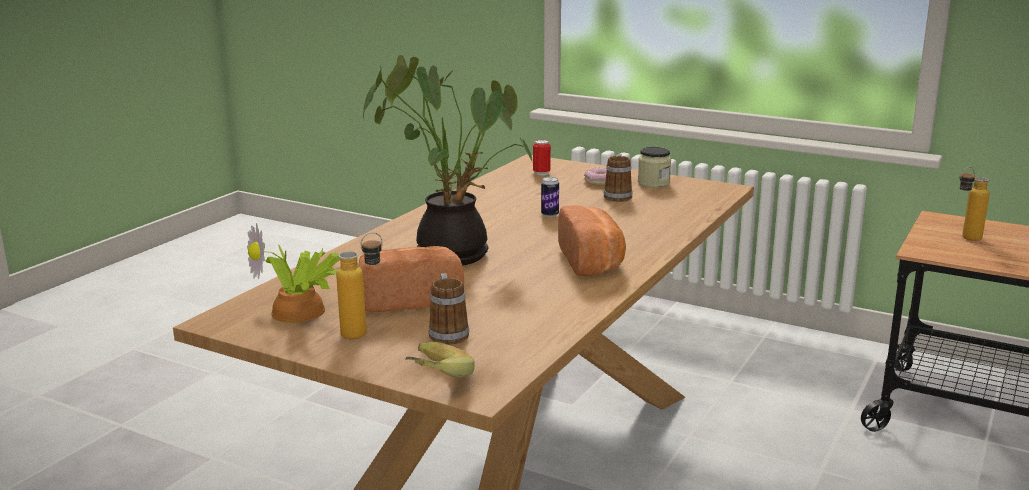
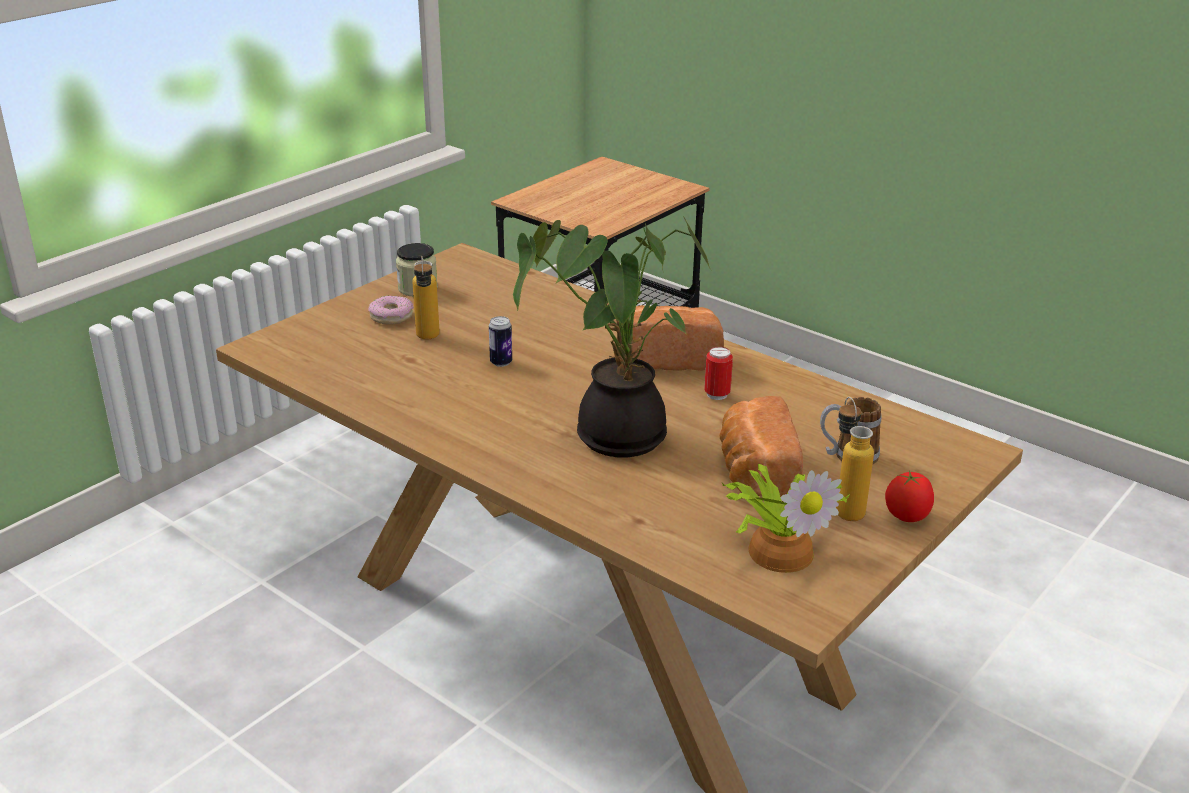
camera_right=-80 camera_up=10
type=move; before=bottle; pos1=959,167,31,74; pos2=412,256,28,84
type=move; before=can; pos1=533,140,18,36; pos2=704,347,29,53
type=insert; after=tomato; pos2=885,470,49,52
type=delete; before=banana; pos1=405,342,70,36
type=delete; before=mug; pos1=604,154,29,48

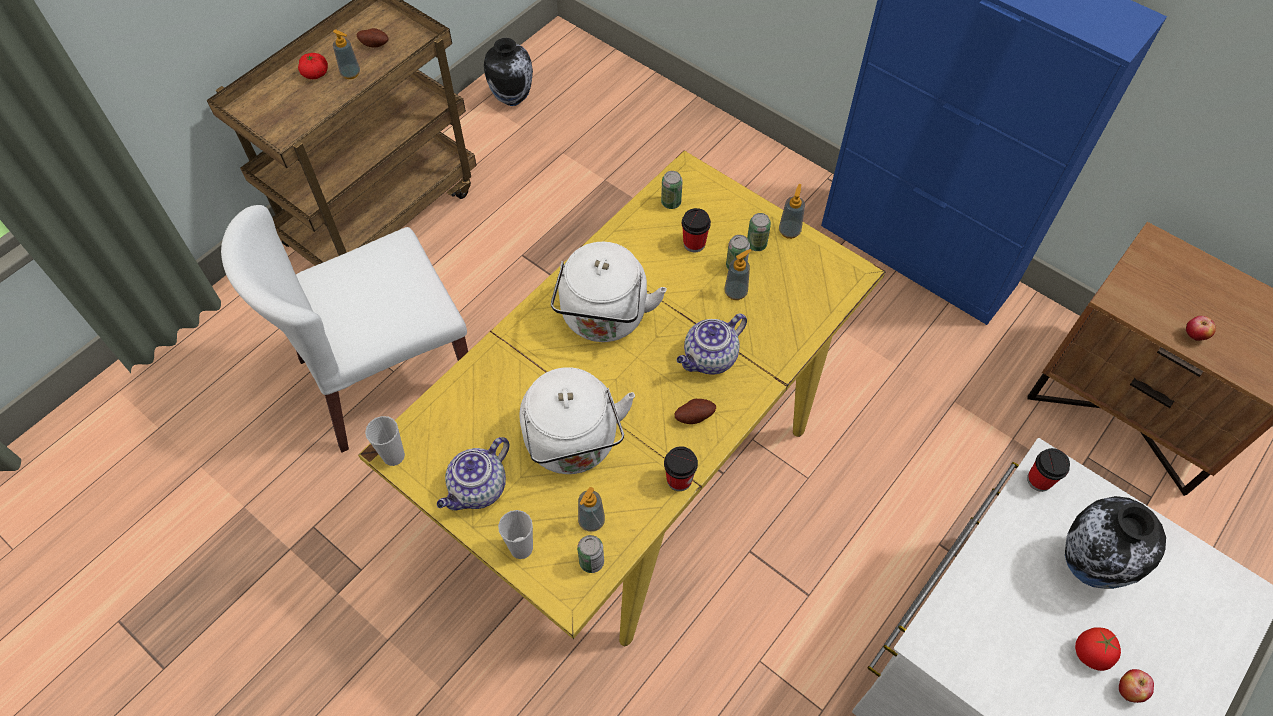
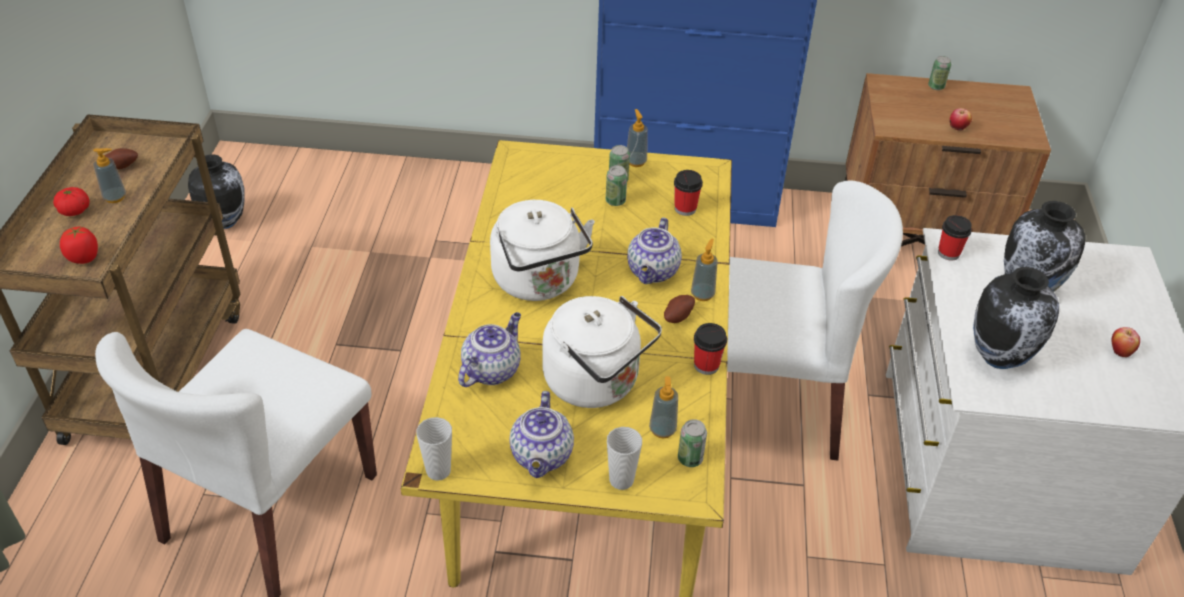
camera_right=-35 camera_up=-15
type=move; before=tomato; pos1=1075,627,46,44; pos2=60,226,38,38
type=insert; after=teapot; pos2=458,312,63,75
type=move; before=cup; pos1=682,208,29,44; pos2=674,170,29,46
type=move; before=soap dispenser; pos1=724,249,28,51; pos2=691,238,27,63
type=insert; after=white chair; pos2=727,180,176,280
type=move; before=can; pos1=661,171,22,38; pos2=928,56,23,34
type=insert; after=vase; pos2=973,267,86,102

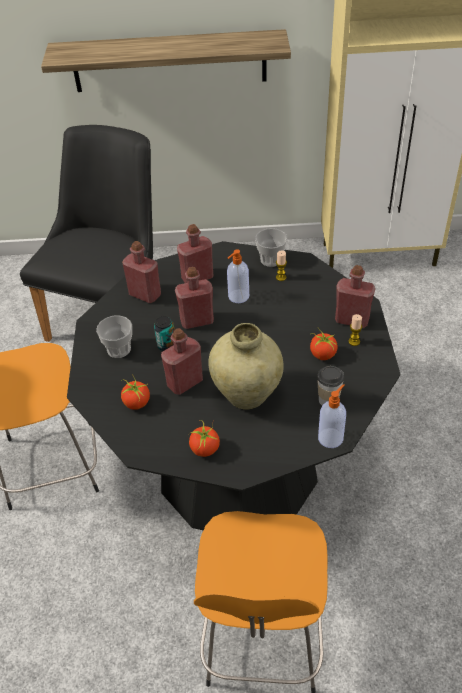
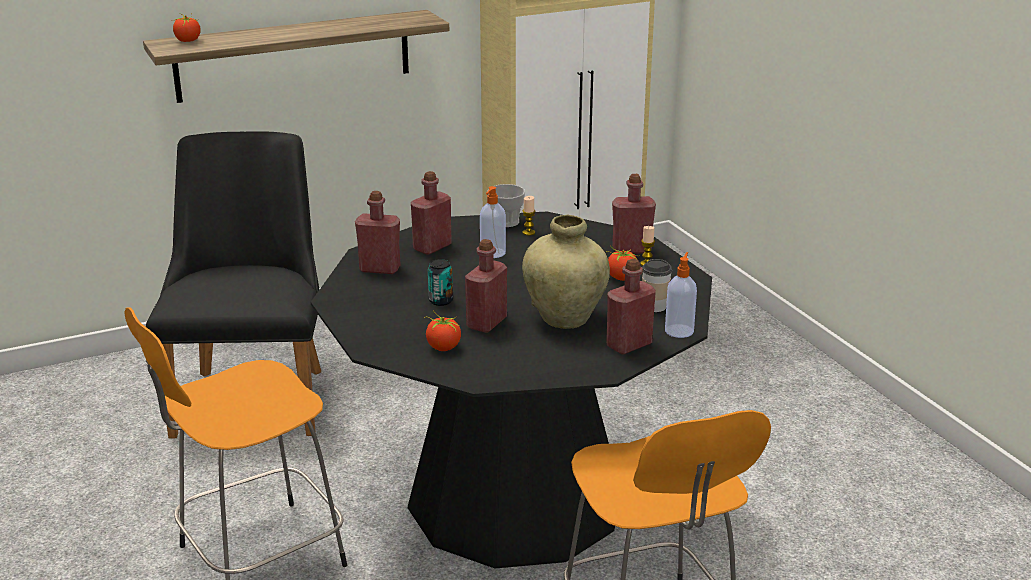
camera_right=-25 camera_up=-20
type=move; before=tomato; pos1=189,420,31,37; pos2=173,12,28,30
type=move; before=red bottle; pos1=175,267,39,62; pos2=606,259,50,96
type=delete; before=cup; pos1=96,315,36,43

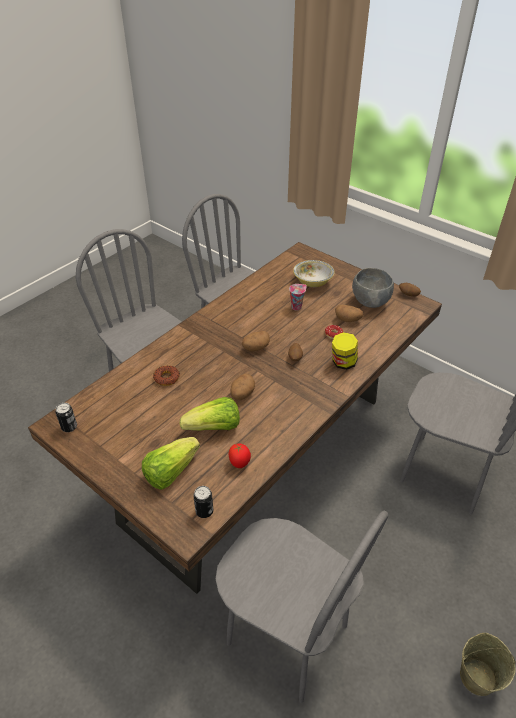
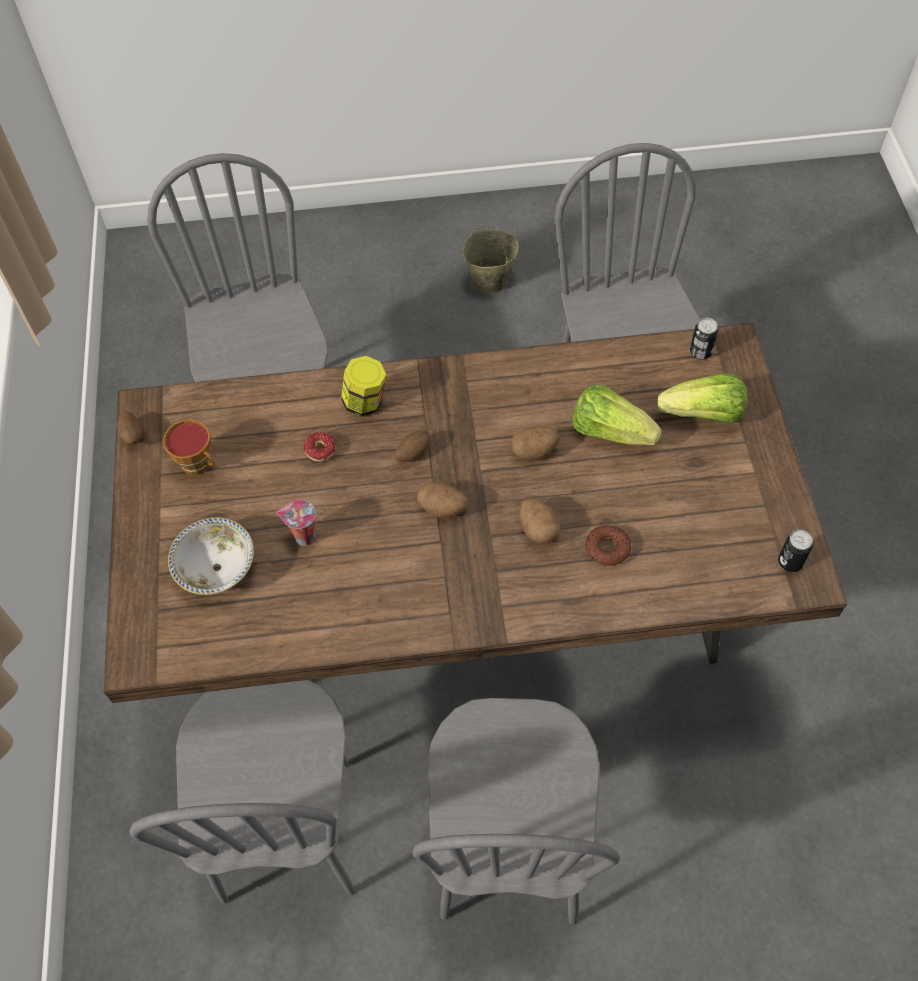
camera_right=-135 camera_up=15
type=replace; before=grey bowl; after=cup; pos1=352,268,42,40; pos2=163,419,51,56
type=move; before=potato; pos1=335,305,28,17; pos2=519,498,42,46
type=delete; before=tomato; pos1=228,444,23,24

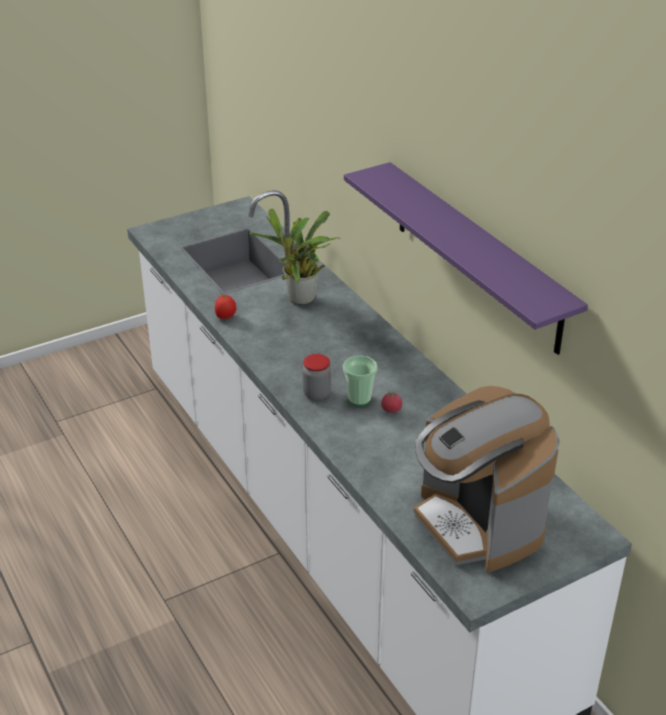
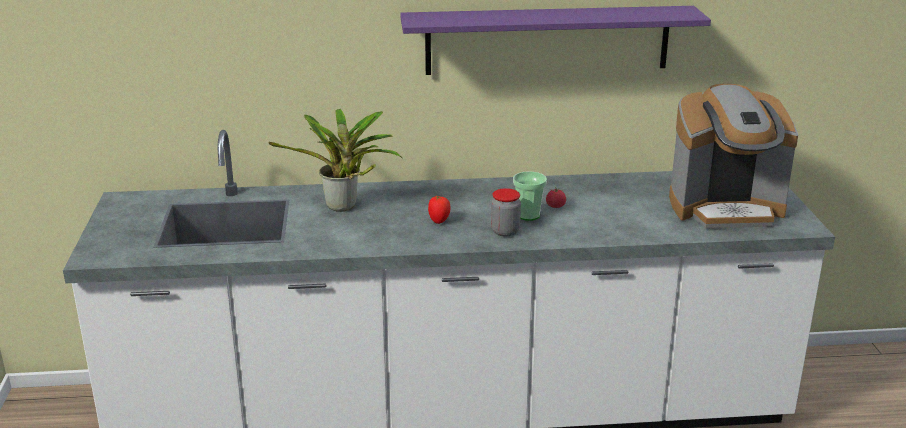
camera_right=-65 camera_up=-10
type=move; before=tomato; pos1=215,295,21,24; pos2=428,196,23,28

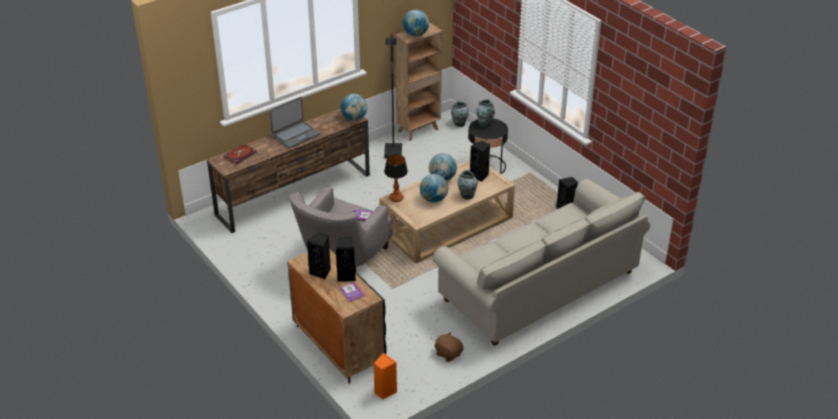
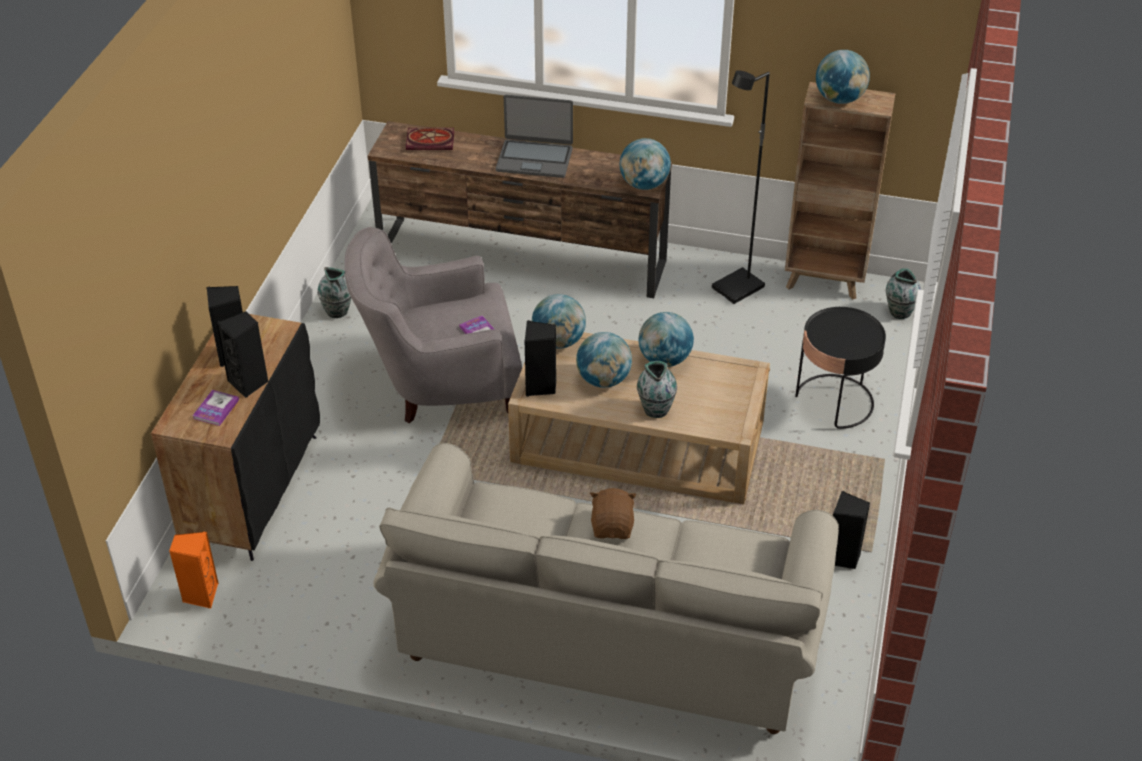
camera_right=50 camera_up=5
type=move; before=vase; pos1=476,99,19,28; pos2=317,267,34,51
type=move; before=black speaker; pos1=470,141,20,41; pos2=525,320,31,77
type=replace; before=table lamp; after=globe; pos1=384,154,24,48; pos2=532,294,54,55
type=move; before=brown plush toy; pos1=435,332,28,30; pos2=590,488,47,51

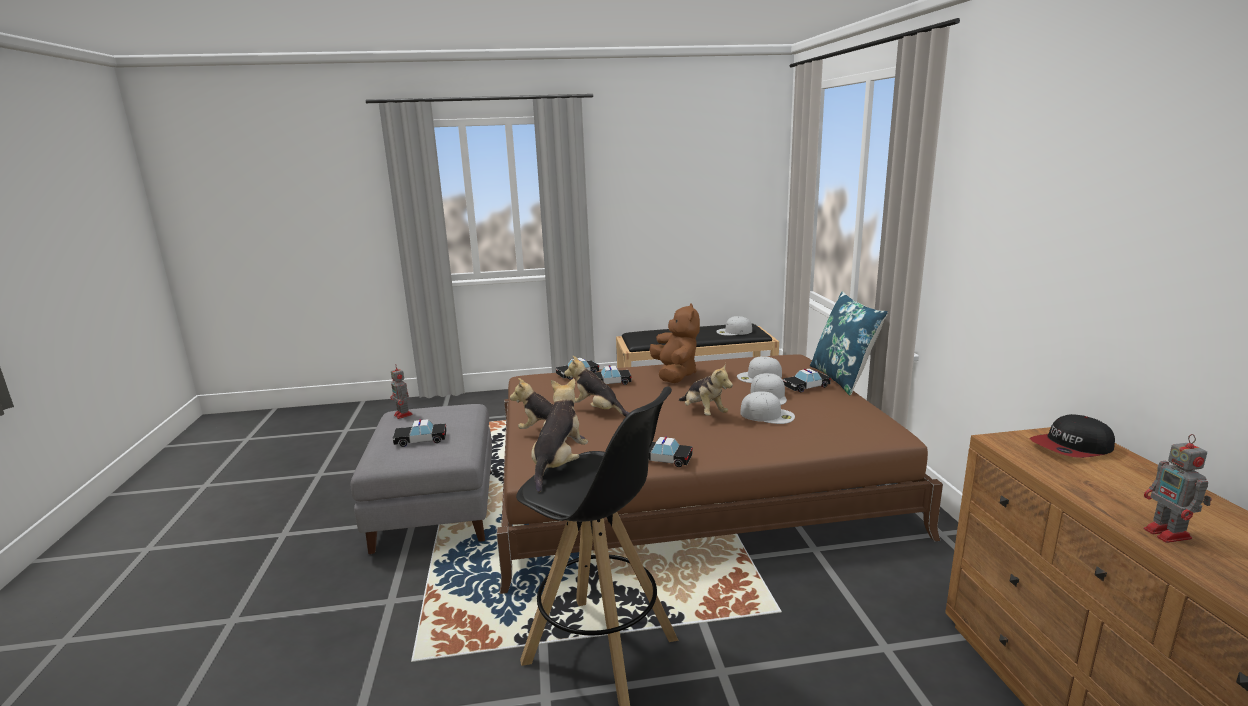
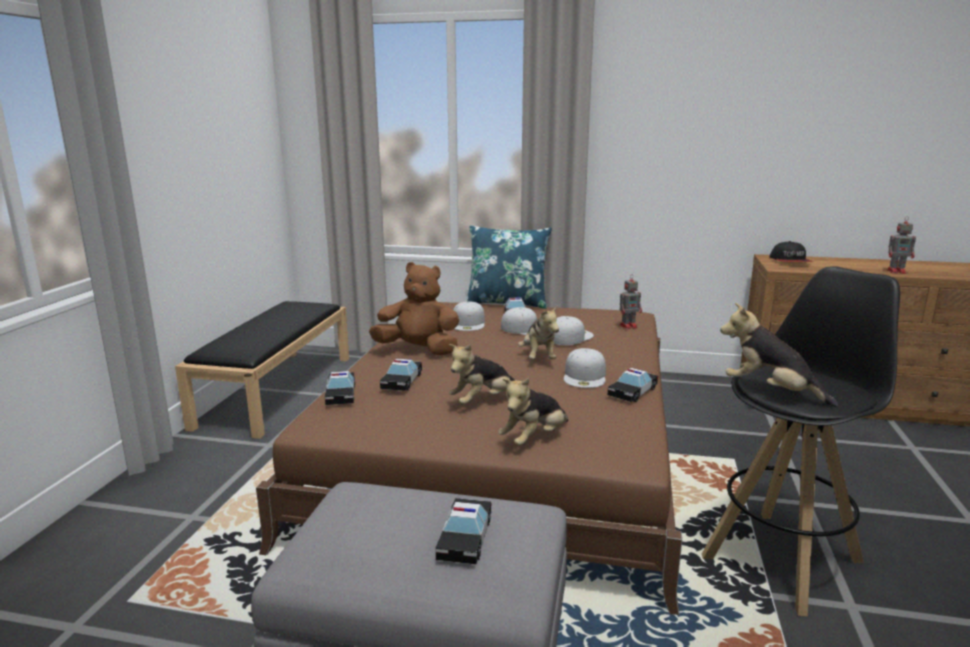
camera_right=-70 camera_up=0
type=rotate; before=plush toy; pos1=679,363,54,53; pos2=518,306,41,53; turn=90
type=move; before=white cap; pos1=716,316,36,20; pos2=564,348,42,40
type=move; before=toy robot; pos1=390,365,23,54; pos2=619,274,23,55

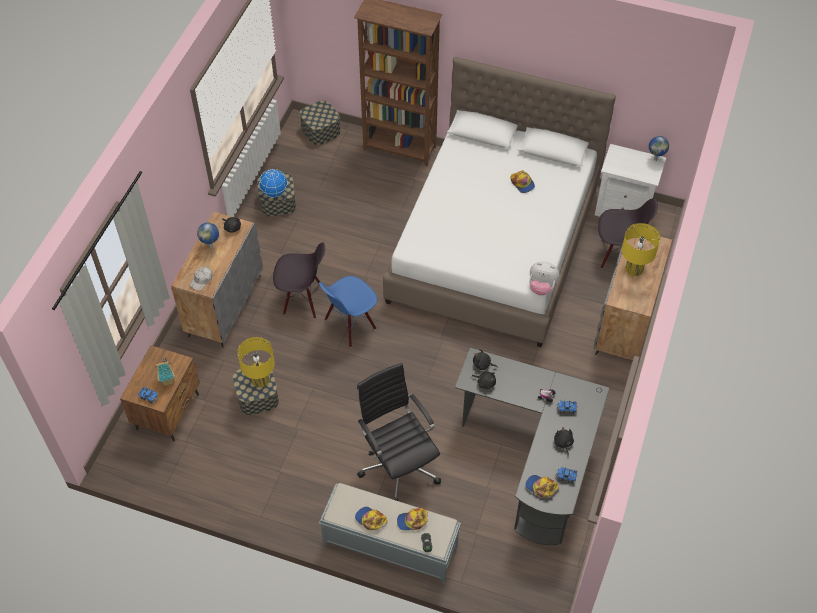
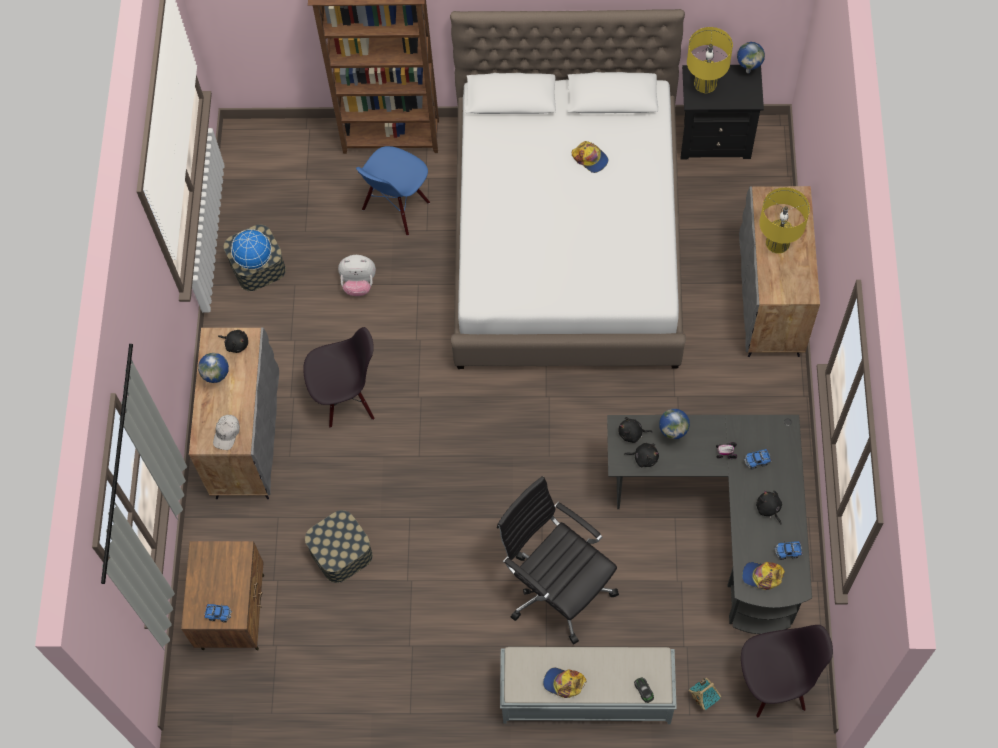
camera_right=-15 camera_up=10
type=move; before=plush toy; pos1=529,261,31,34; pos2=338,255,38,41
type=move; before=blue chair; pos1=319,276,58,72; pos2=356,146,74,90
type=insert; after=globe; pos2=659,409,31,30
type=recolor; before=white nightstand; after=black nightstand; pos1=595,144,71,73; pos2=680,65,84,94
type=move; before=yellow table lamp; pos1=237,337,38,51; pos2=687,27,46,66
type=move; before=toy house; pos1=155,357,20,29; pos2=689,678,32,32
type=move; before=black chair; pos1=598,198,60,71; pos2=741,625,92,93
type=delete; before=storage box; pos1=300,101,41,44
type=delete; before=cap; pos1=397,508,31,23

